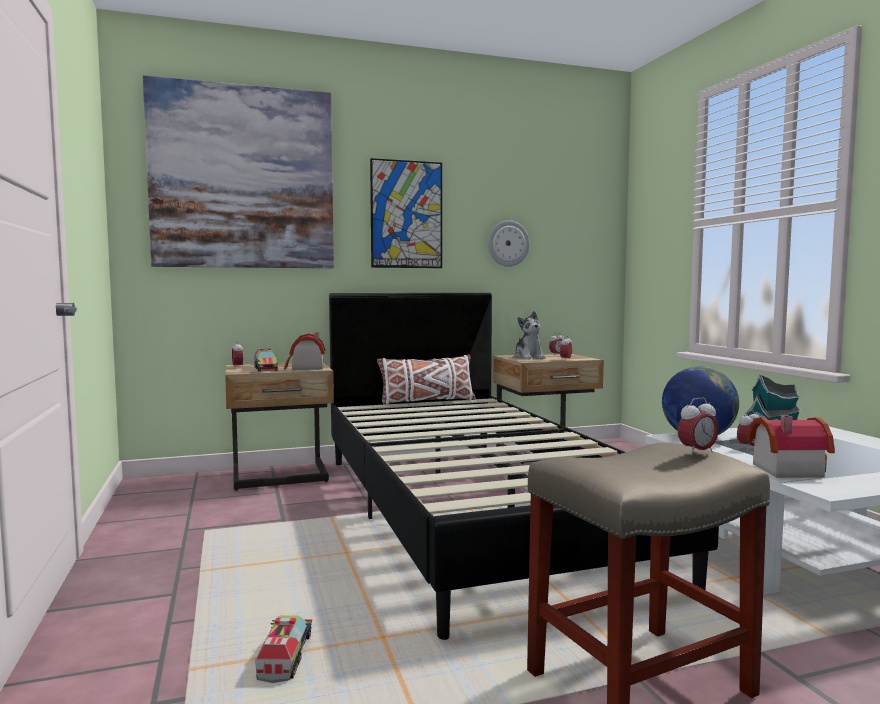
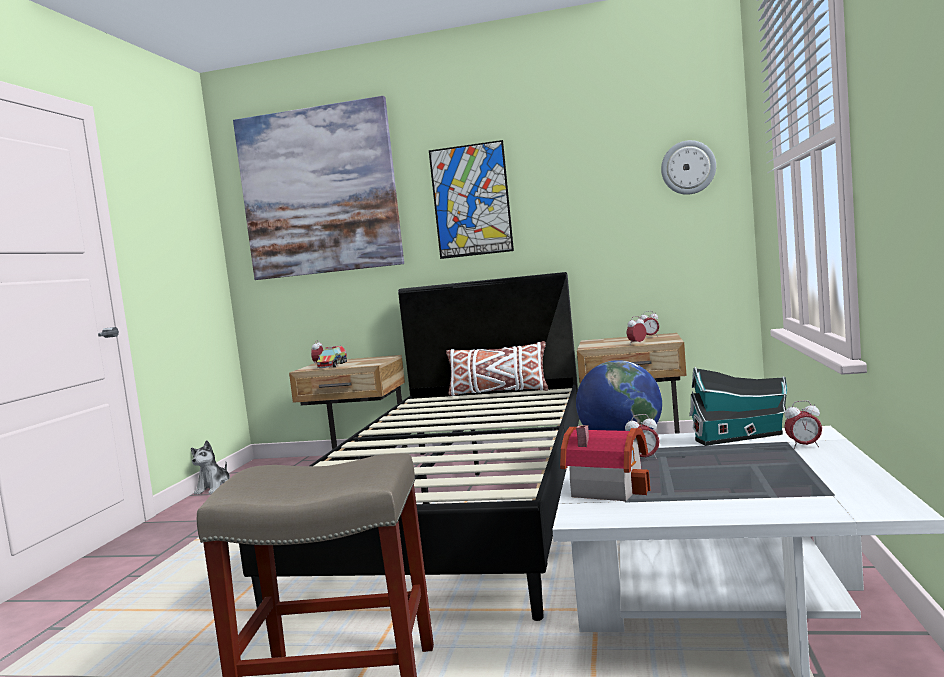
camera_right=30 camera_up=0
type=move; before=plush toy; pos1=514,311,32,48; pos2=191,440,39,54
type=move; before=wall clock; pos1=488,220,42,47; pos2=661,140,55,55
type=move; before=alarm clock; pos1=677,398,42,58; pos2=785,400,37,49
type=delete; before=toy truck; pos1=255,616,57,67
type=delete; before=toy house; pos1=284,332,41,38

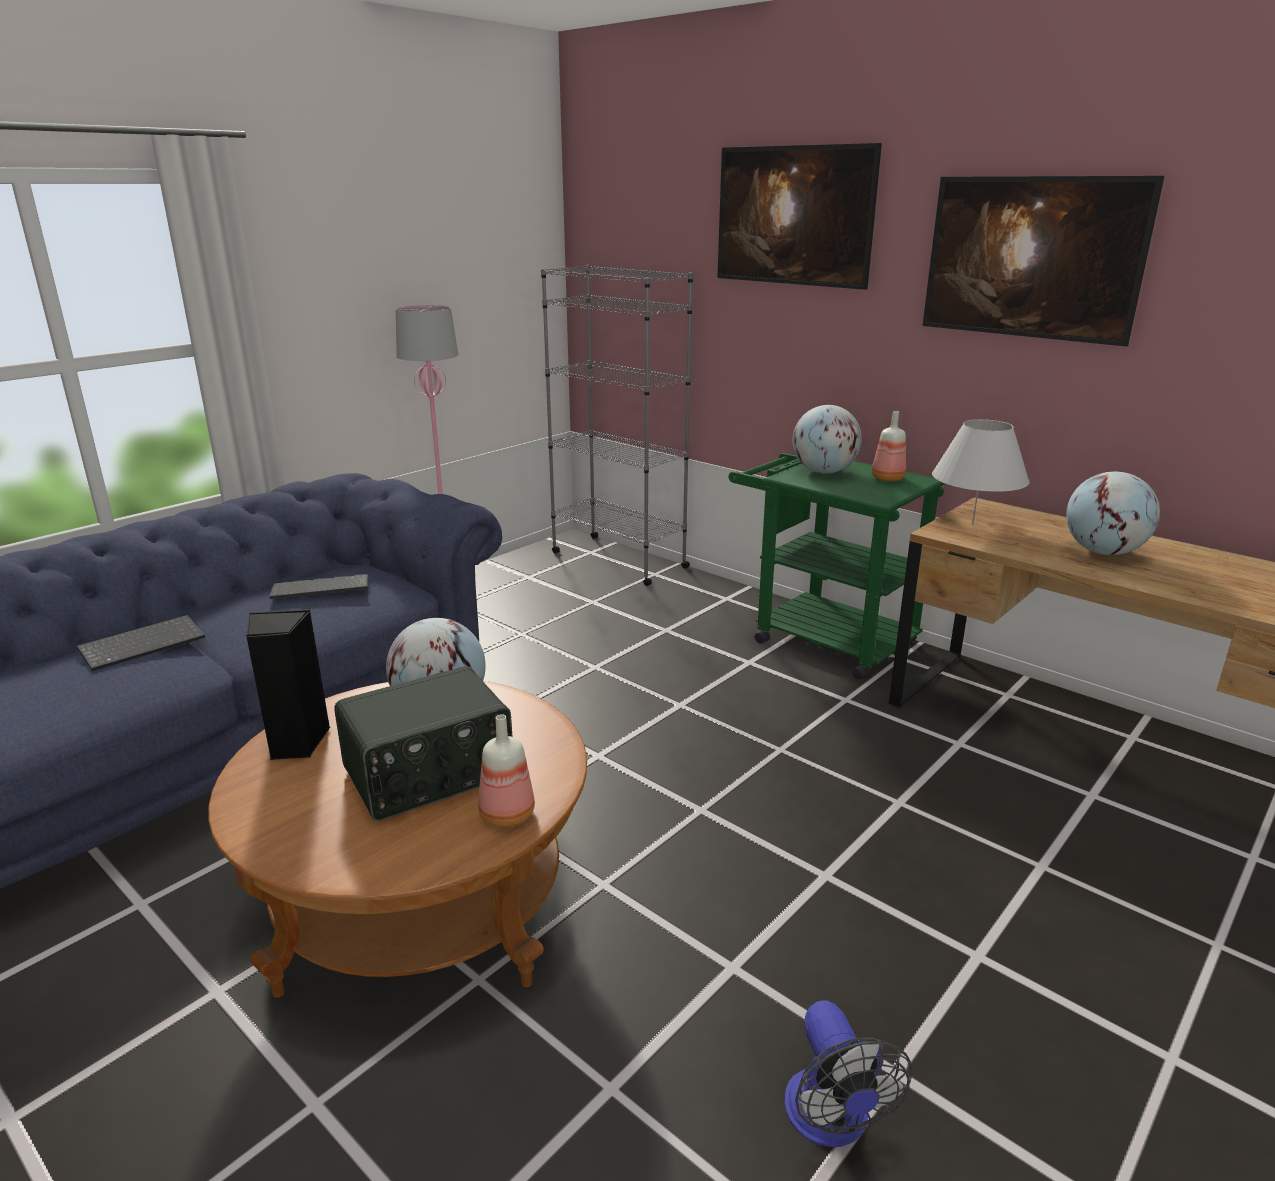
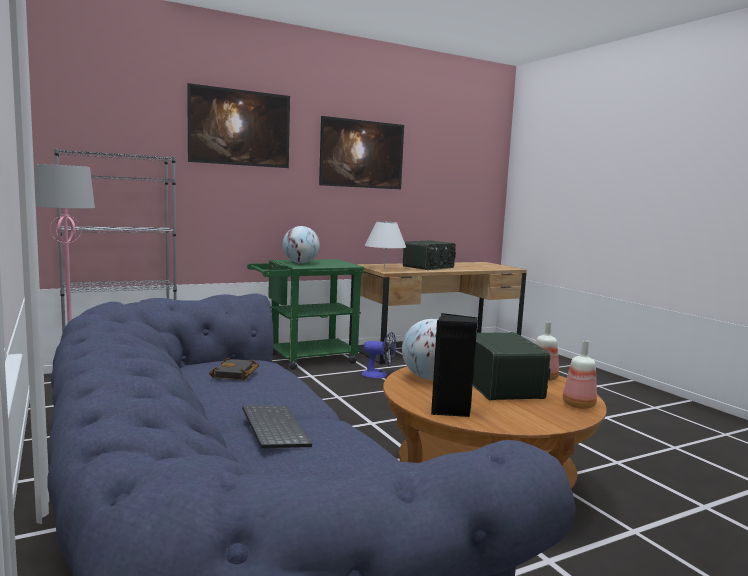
camera_right=-70 camera_up=-15
type=replace; before=keyboard; after=black book; pos1=269,574,99,25; pos2=209,358,50,23
type=move; before=fan; pos1=785,1001,128,146; pos2=361,332,35,47
type=replace; before=globe; after=radio; pos1=1066,472,94,83; pos2=403,240,53,30
type=move; before=bottle; pos1=872,411,34,70; pos2=563,340,34,69

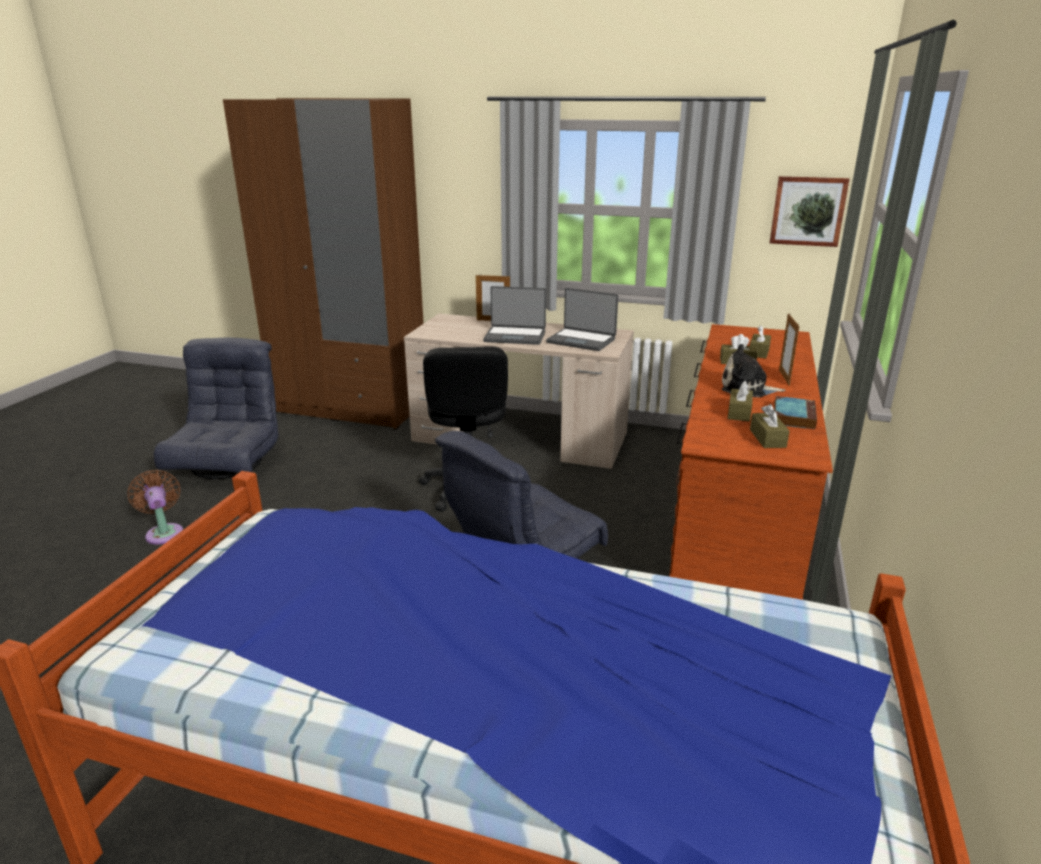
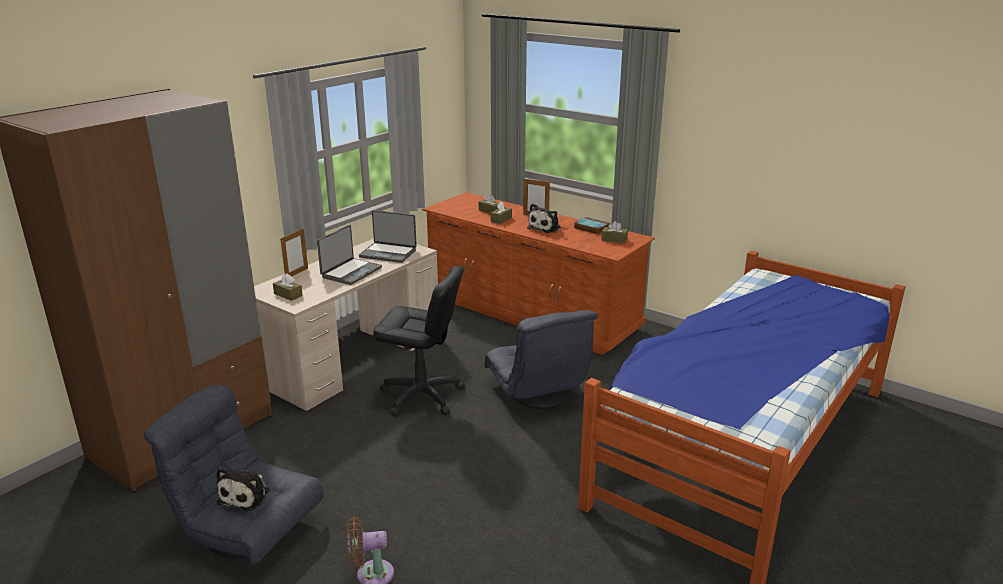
camera_right=-70 camera_up=0
type=insert; after=plush toy; pos2=217,467,53,44
type=move; before=brown tissue box; pos1=727,381,26,41; pos2=273,273,30,28
type=rotate; before=laptop; pos1=546,288,72,63; pos2=359,210,58,53; turn=60
type=delete; before=picture; pos1=770,176,80,71

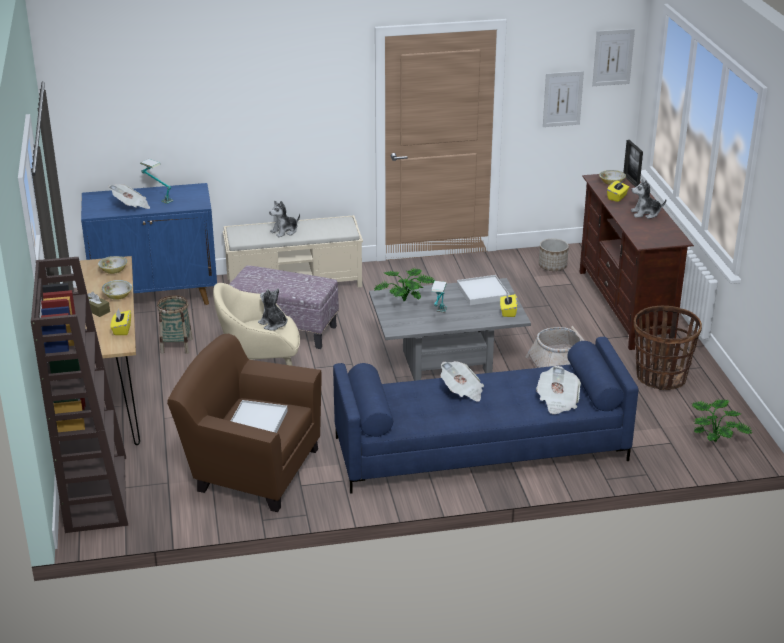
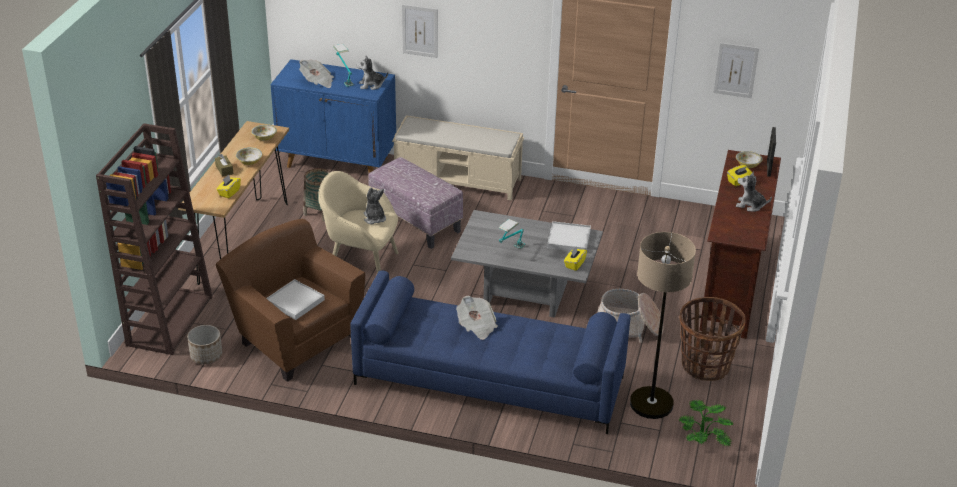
camera_right=25 camera_up=5
type=move; before=planter; pos1=539,239,30,32; pos2=187,325,35,39
type=move; before=plush toy; pos1=269,201,31,36; pos2=356,56,32,34
type=move; before=picture; pos1=592,29,43,57; pos2=402,4,36,54
type=insert; after=floor lamp; pos2=630,232,66,187
type=delete; before=potted plant; pos1=374,268,61,33
type=delete; before=newspaper; pos1=536,366,45,48

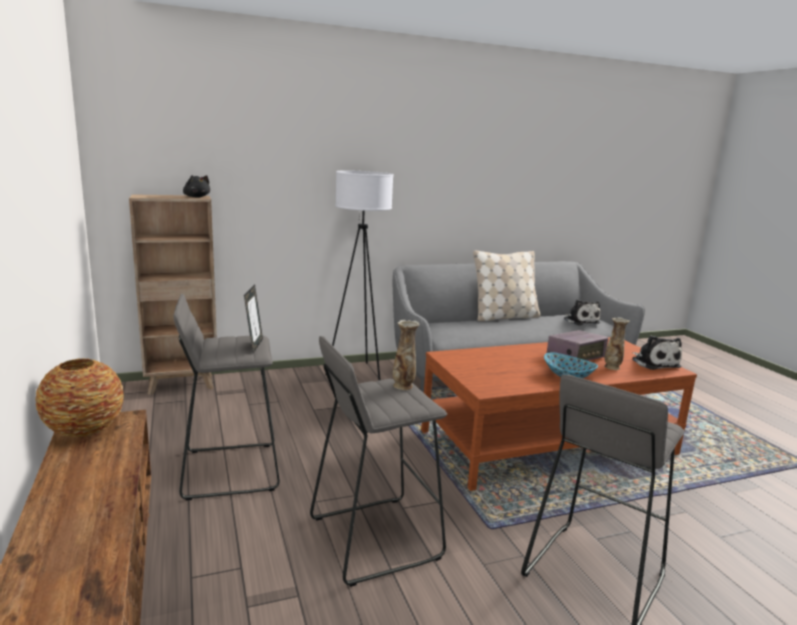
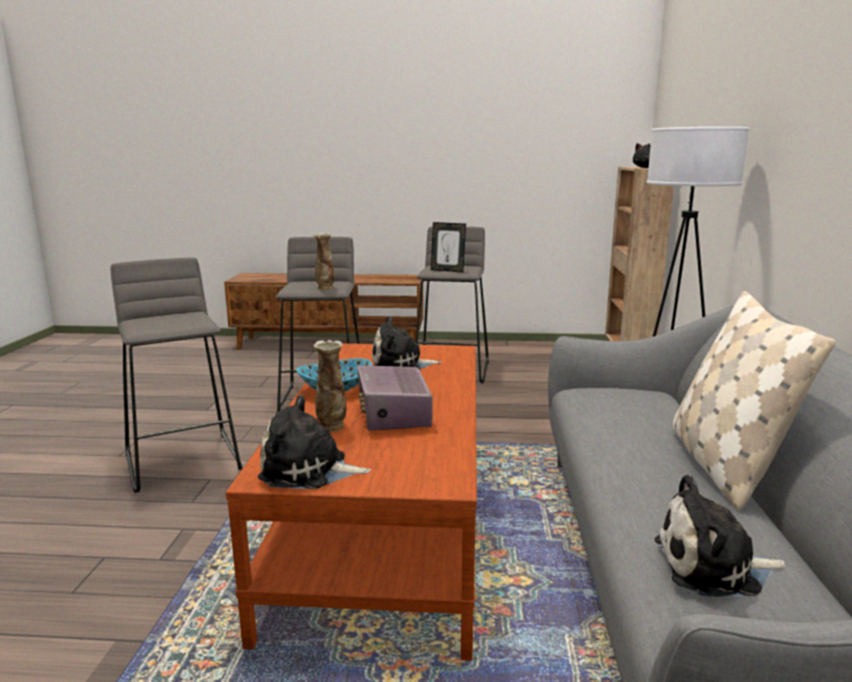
camera_right=115 camera_up=0
type=insert; after=plush toy; pos2=372,316,70,54
type=delete; before=vase; pos1=35,358,89,79

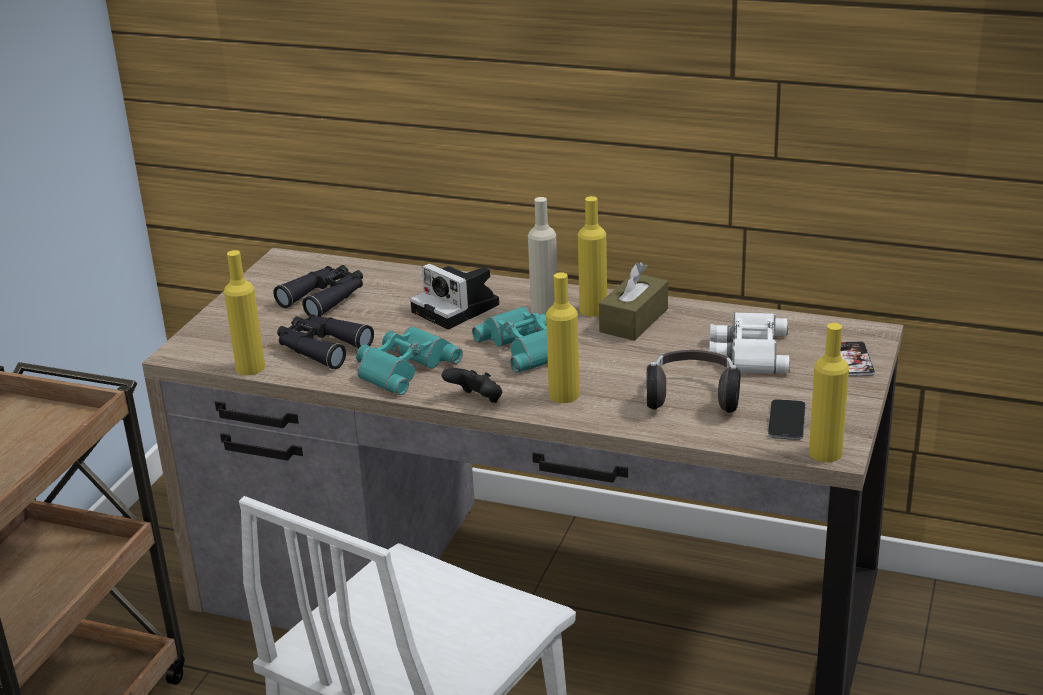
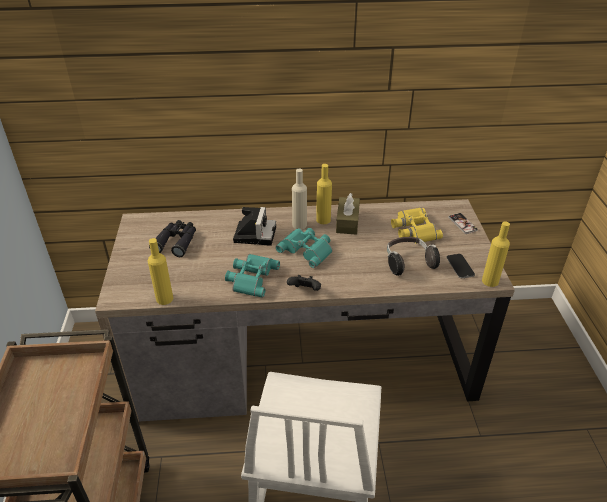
camera_right=-25 camera_up=10
type=rotate; before=photo camera; pos1=410,264,89,65; pos2=233,207,43,39; turn=-105
type=recolor; before=white binoculars; after=yellow binoculars; pos1=709,312,81,62; pos2=391,207,52,37
type=delete; before=black binoculars; pos1=277,314,97,55
type=delete; before=yellow bottle; pos1=546,272,34,131

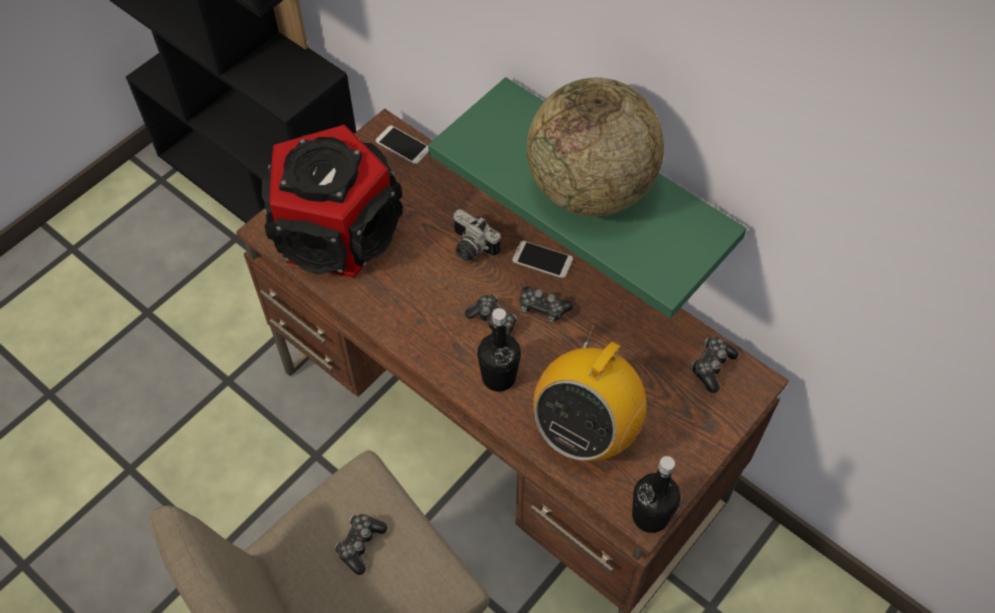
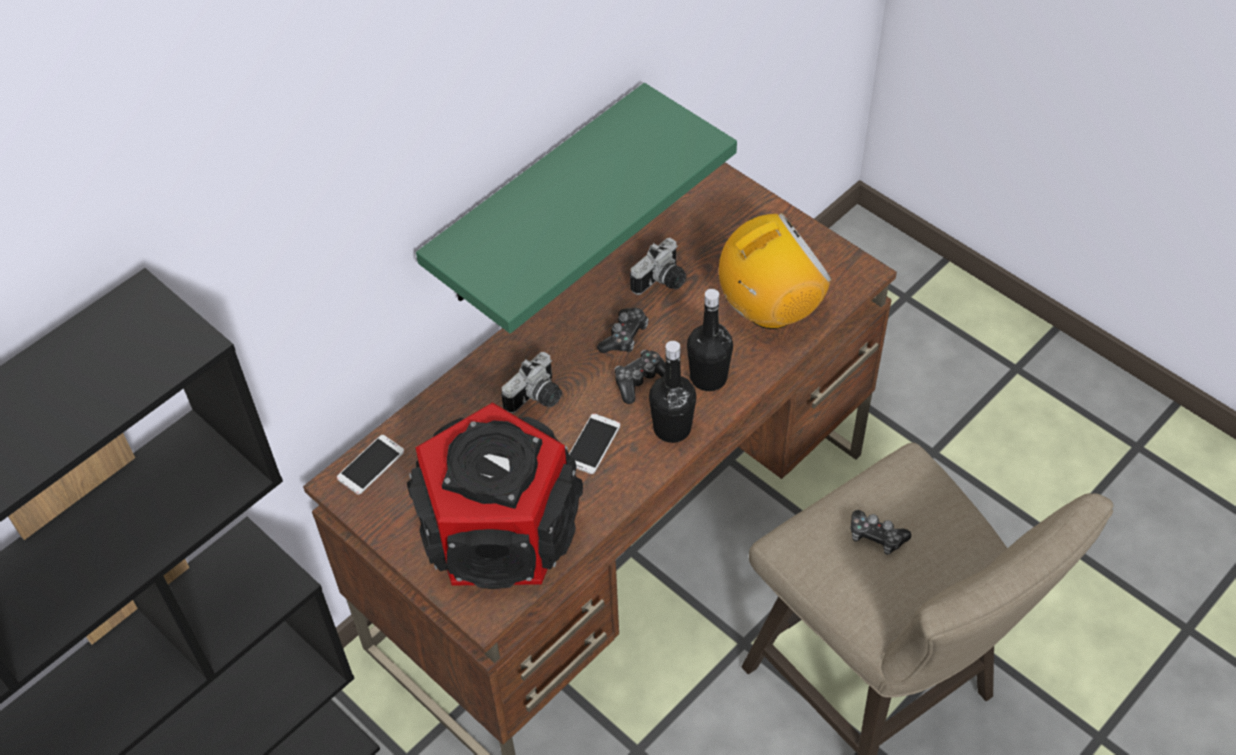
camera_right=-85 camera_up=-5
type=move; before=phone; pos1=512,241,61,37; pos2=569,414,51,60
type=insert; after=photo camera; pos2=630,238,57,57
type=move; before=black bottle; pos1=632,456,49,77; pos2=649,341,47,102
type=rotate; before=radio; pos1=533,323,114,138; pos2=719,213,113,116; turn=-60
type=delete; before=globe; pos1=527,77,137,140
type=delete; before=game controller; pos1=692,337,47,56

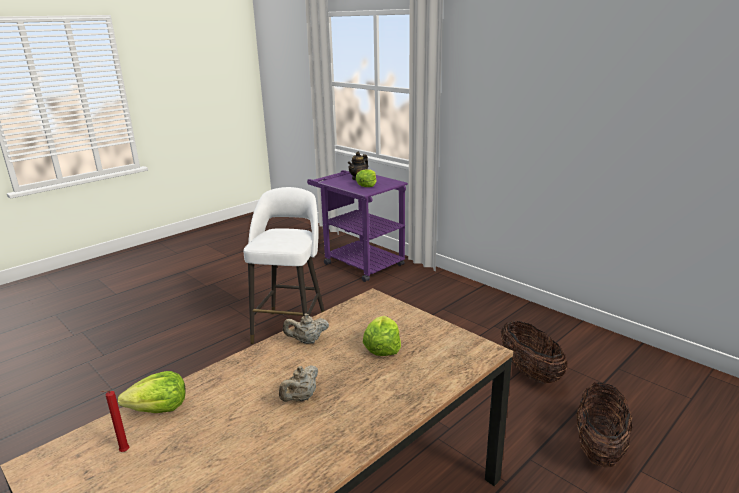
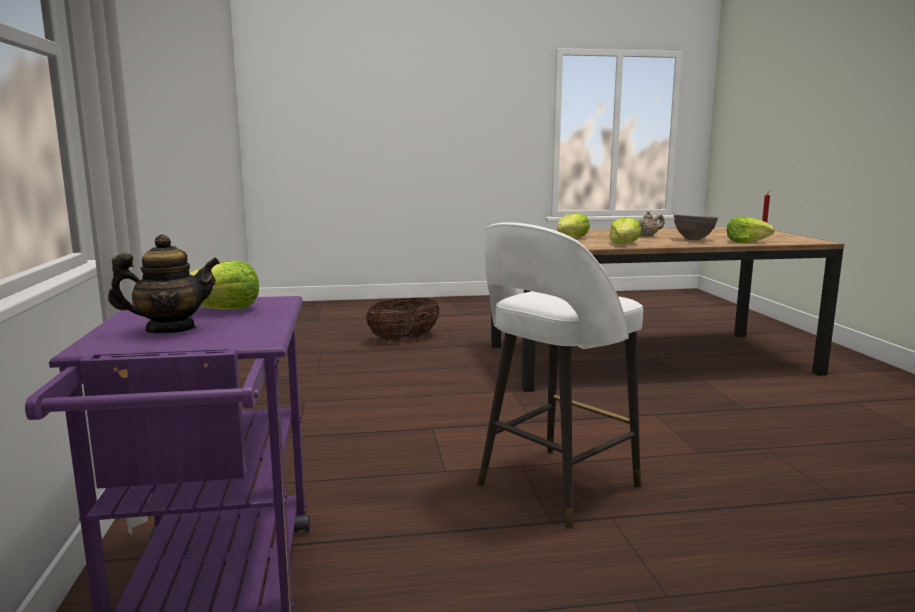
camera_right=-145 camera_up=-10
type=replace; before=beige teapot; after=lettuce; pos1=283,313,46,31; pos2=609,217,33,26
type=insert; after=brown bowl; pos2=674,215,44,26
type=delete; before=basket; pos1=501,321,66,63

